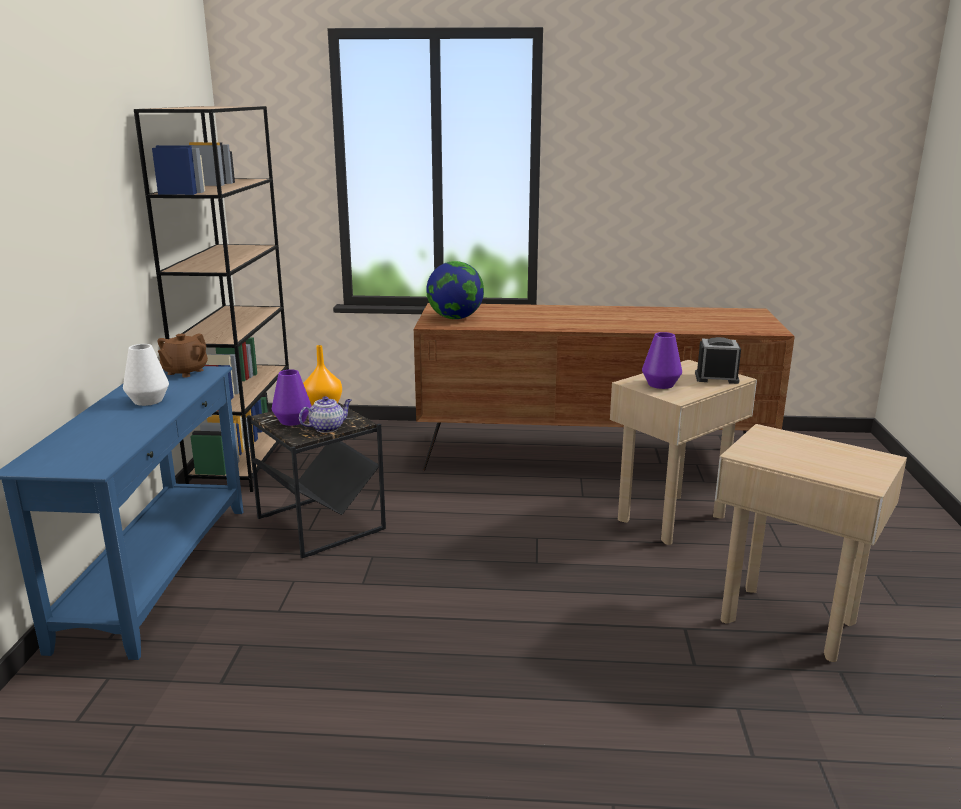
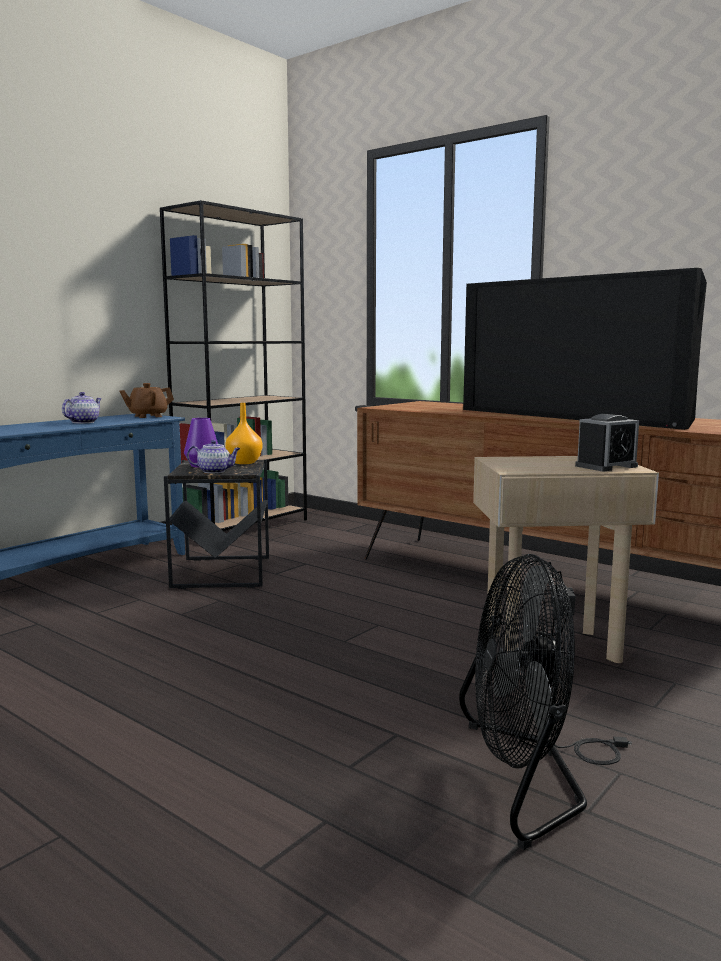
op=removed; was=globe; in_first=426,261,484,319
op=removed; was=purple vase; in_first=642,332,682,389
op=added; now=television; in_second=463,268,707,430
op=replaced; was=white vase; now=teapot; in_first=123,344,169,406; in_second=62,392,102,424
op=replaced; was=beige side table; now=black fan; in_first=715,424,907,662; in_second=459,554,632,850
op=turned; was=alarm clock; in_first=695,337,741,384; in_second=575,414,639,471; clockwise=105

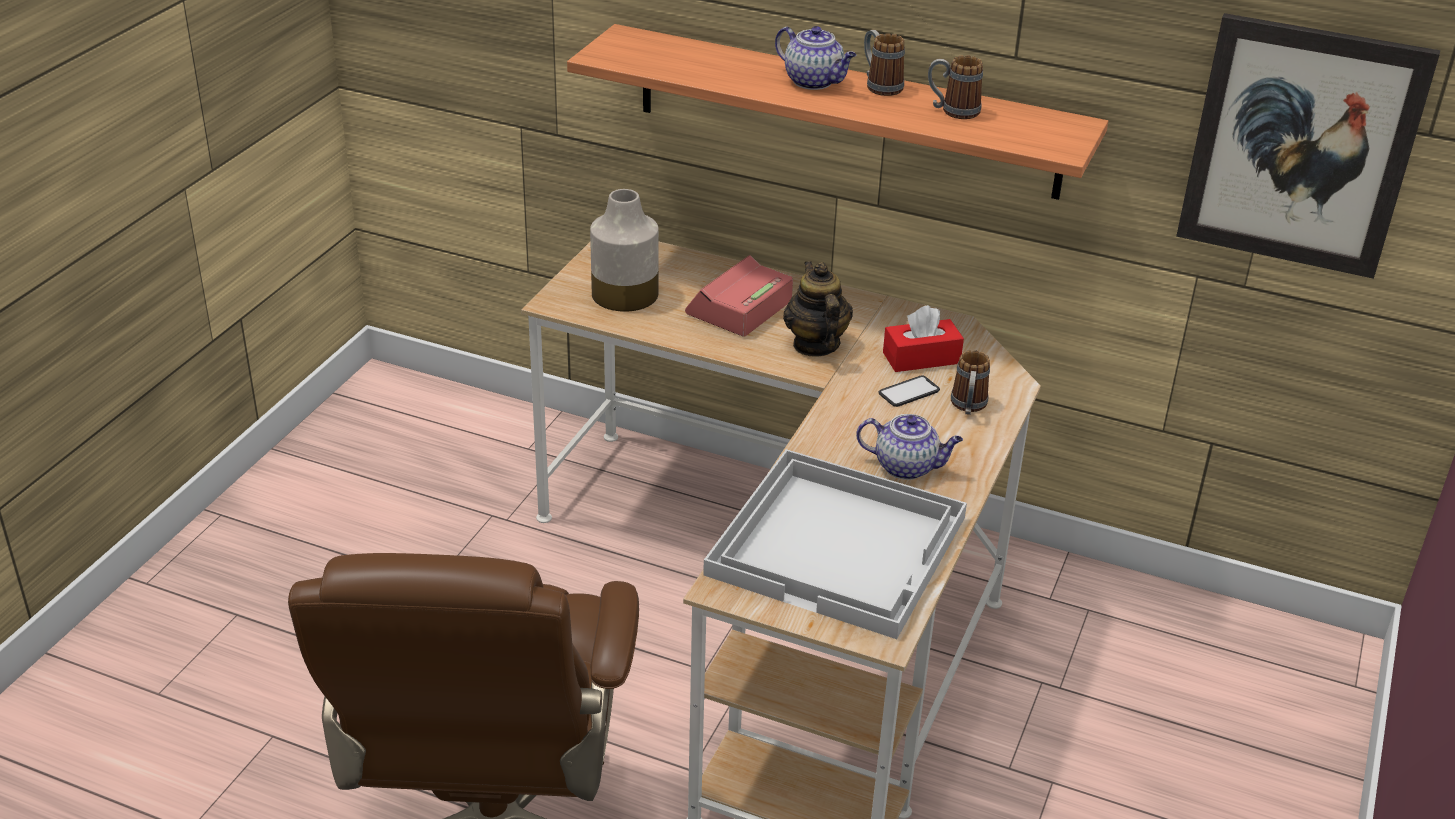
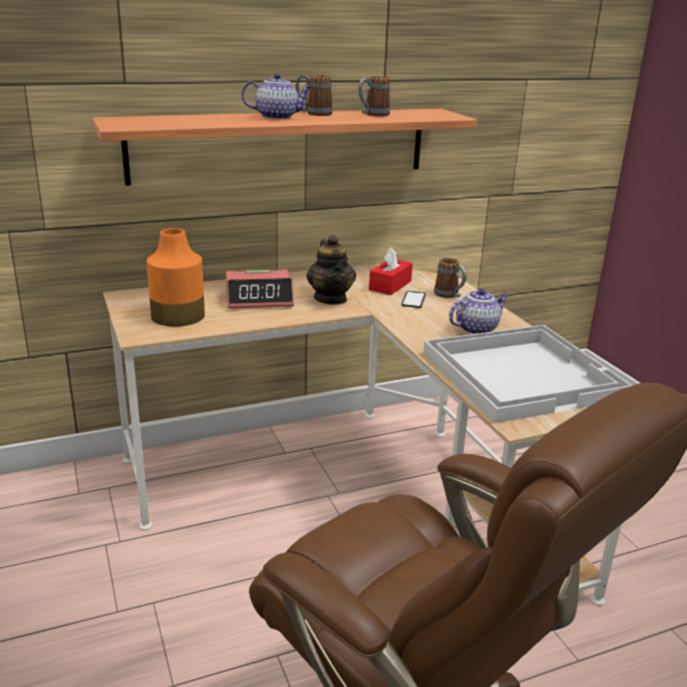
op=removed; was=picture; in_first=1176,13,1440,279
op=recoloured; was=beige vase; now=orange vase; in_first=590,189,659,312; in_second=147,228,205,326
op=turned; was=alarm clock; in_first=685,255,793,337; in_second=226,269,294,309; clockwise=-90
op=turned; was=teapot; in_first=783,261,853,357; in_second=306,235,356,305; clockwise=-135

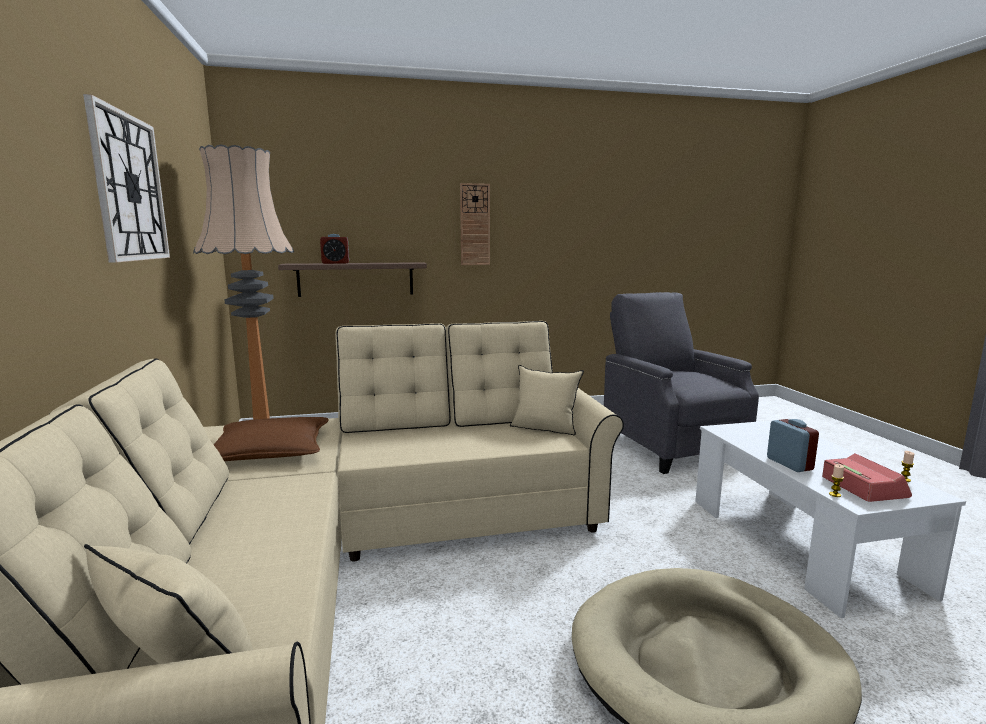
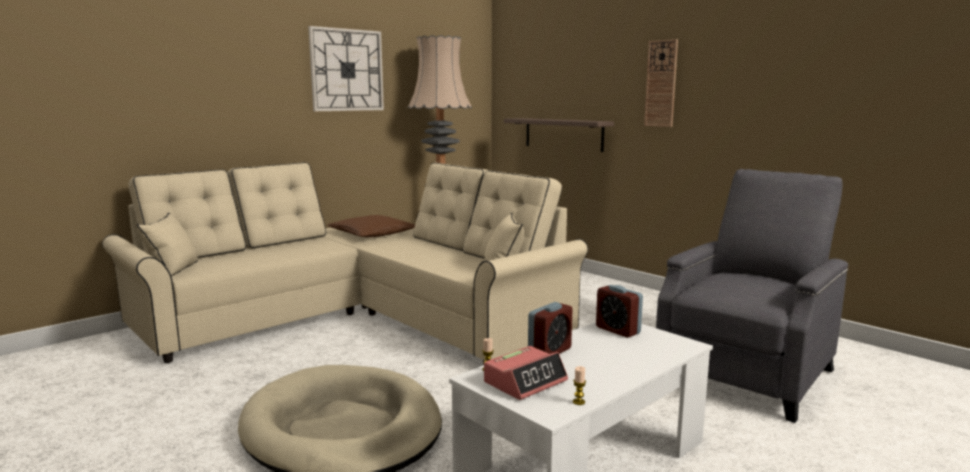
op=moved; was=alarm clock; in_first=320,234,349,264; in_second=596,285,643,338

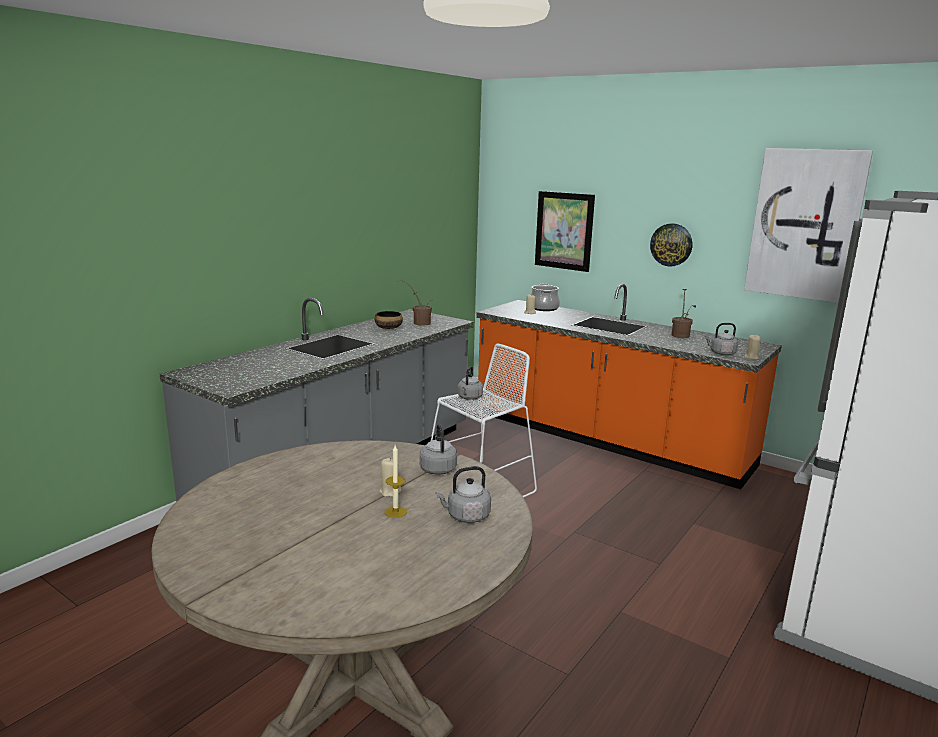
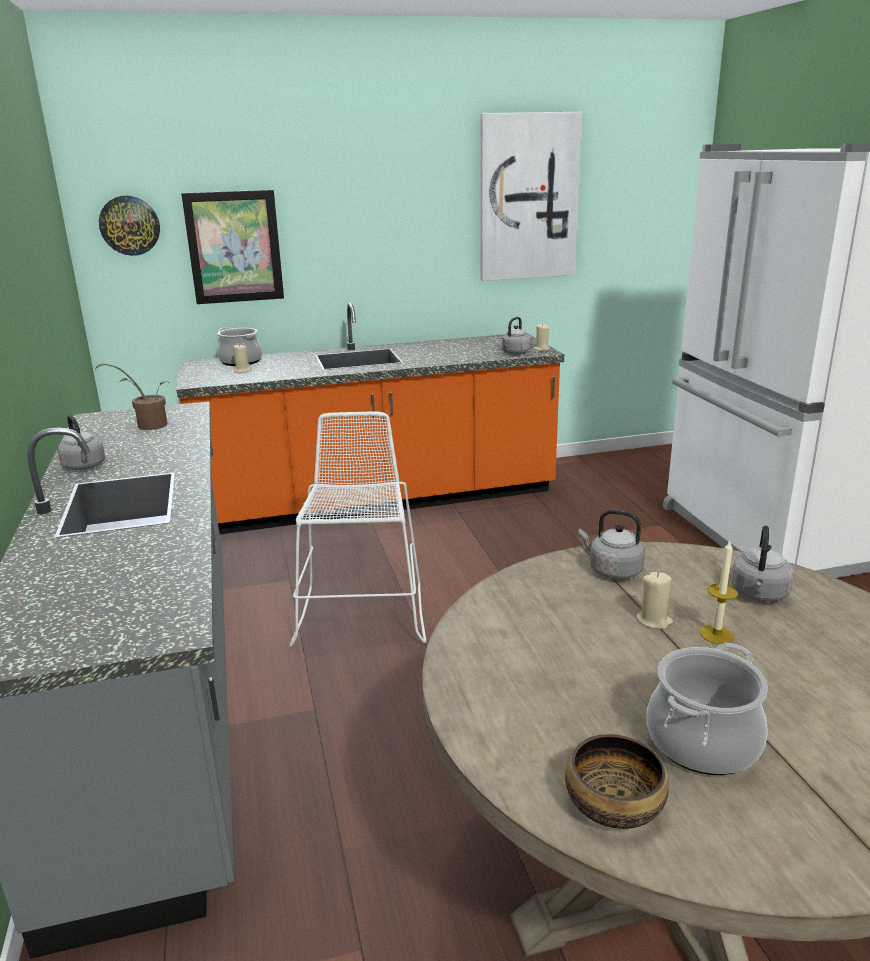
op=removed; was=potted plant; in_first=672,289,696,338
op=added; now=cooking pot; in_second=647,643,768,775
op=moved; was=bowl; in_first=375,311,403,329; in_second=565,734,669,829
op=moved; was=grey kettle; in_first=457,366,483,400; in_second=57,415,105,470
op=moved; was=wall clock; in_first=650,223,692,267; in_second=99,196,160,256

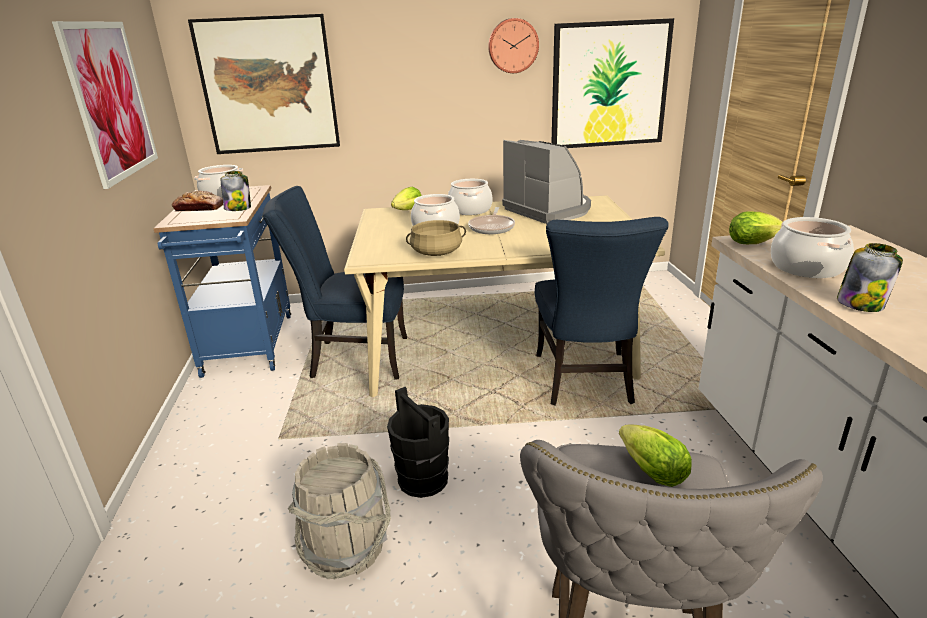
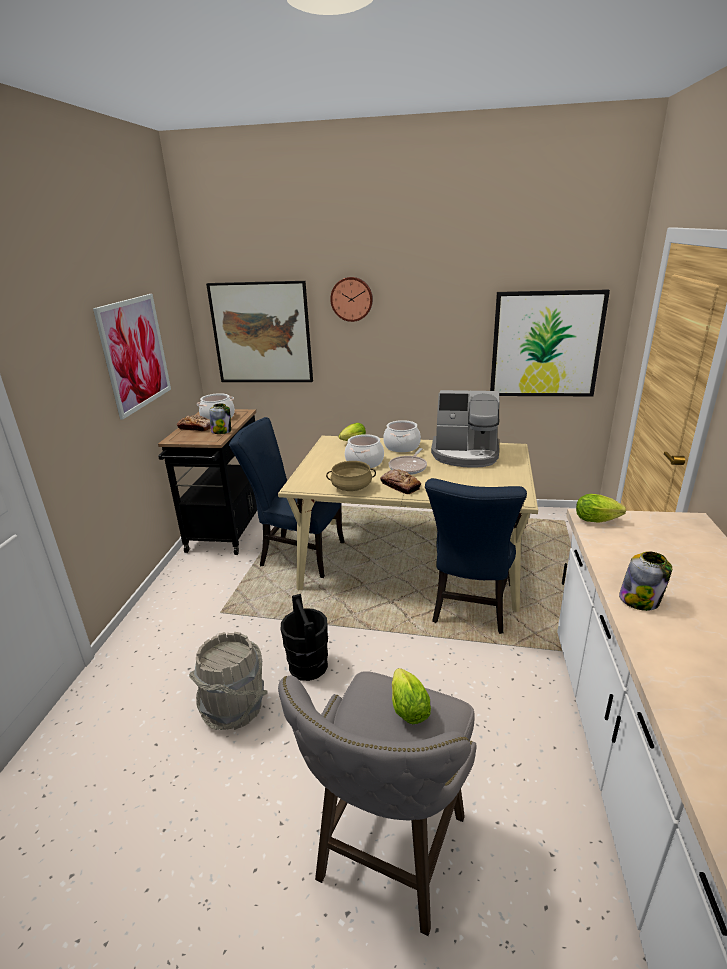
op=removed; was=cooking pot; in_first=771,217,854,278
op=added; now=bread; in_second=380,469,421,494
op=moved; was=wall clock; in_first=488,18,539,73; in_second=330,277,373,322
op=recoloured; was=blue cart; now=black cart; in_first=153,185,291,378; in_second=158,409,257,555
op=turned; was=coffee machine; in_first=502,140,591,224; in_second=431,390,500,468; clockwise=120

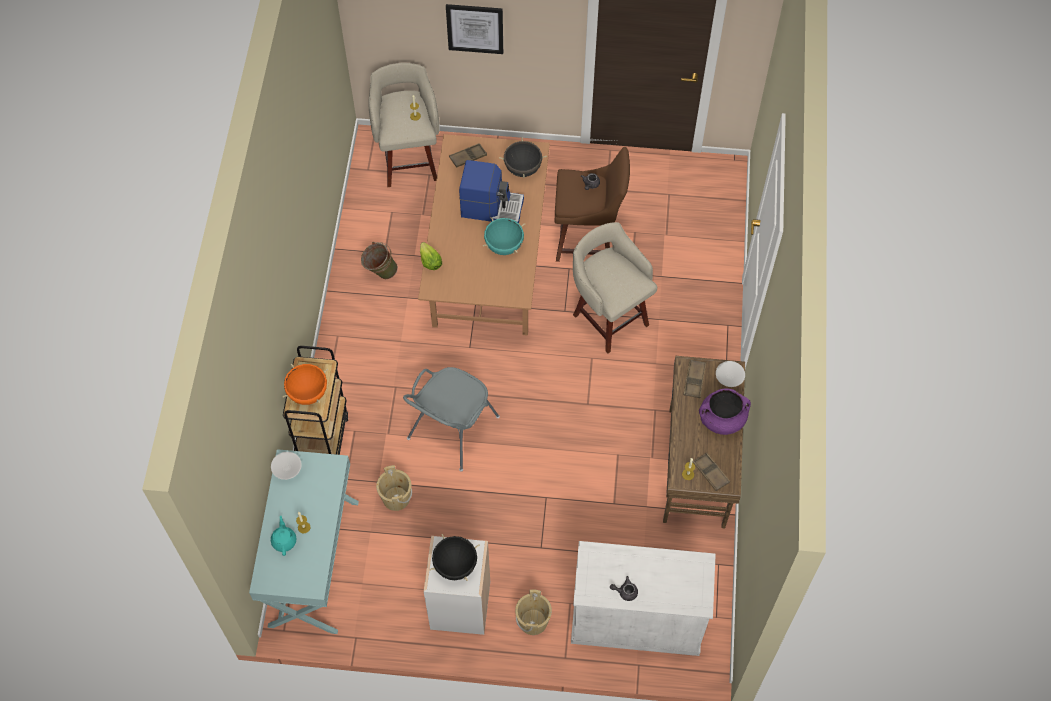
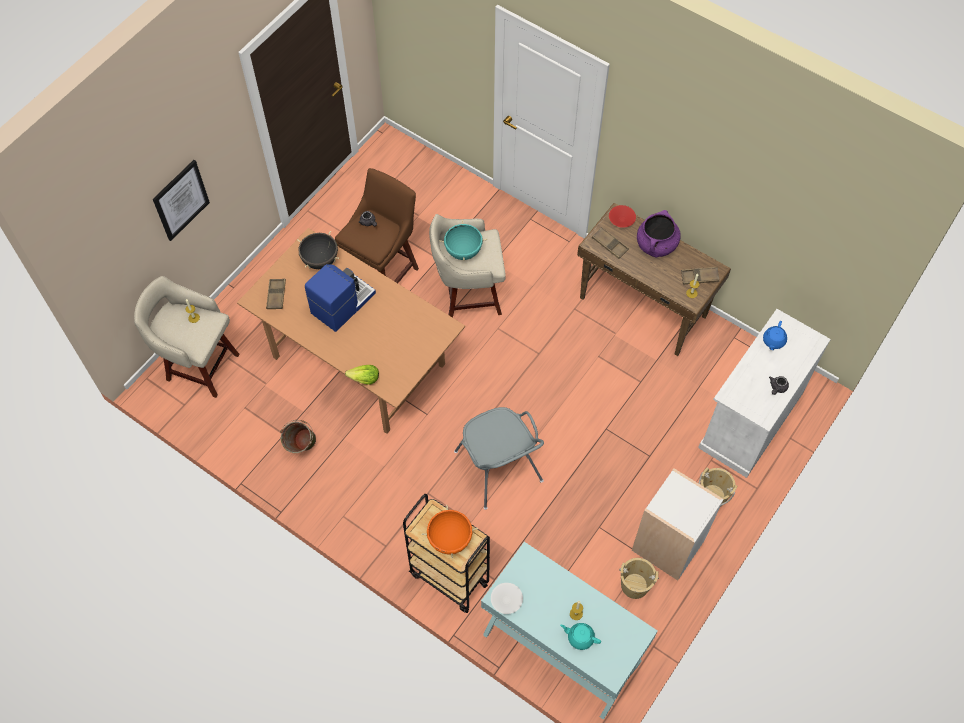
op=removed; was=black cooking pot; in_first=429,534,480,581
op=added; now=blue teapot; in_second=763,321,787,350
op=moved; was=beige bucket; in_first=376,465,412,511; in_second=619,558,659,599
op=moved; was=turquoise cooking pot; in_first=483,217,525,255; in_second=439,220,487,261
op=recoloured; was=white bowl; now=red bowl; in_first=716,361,745,387; in_second=609,205,636,228

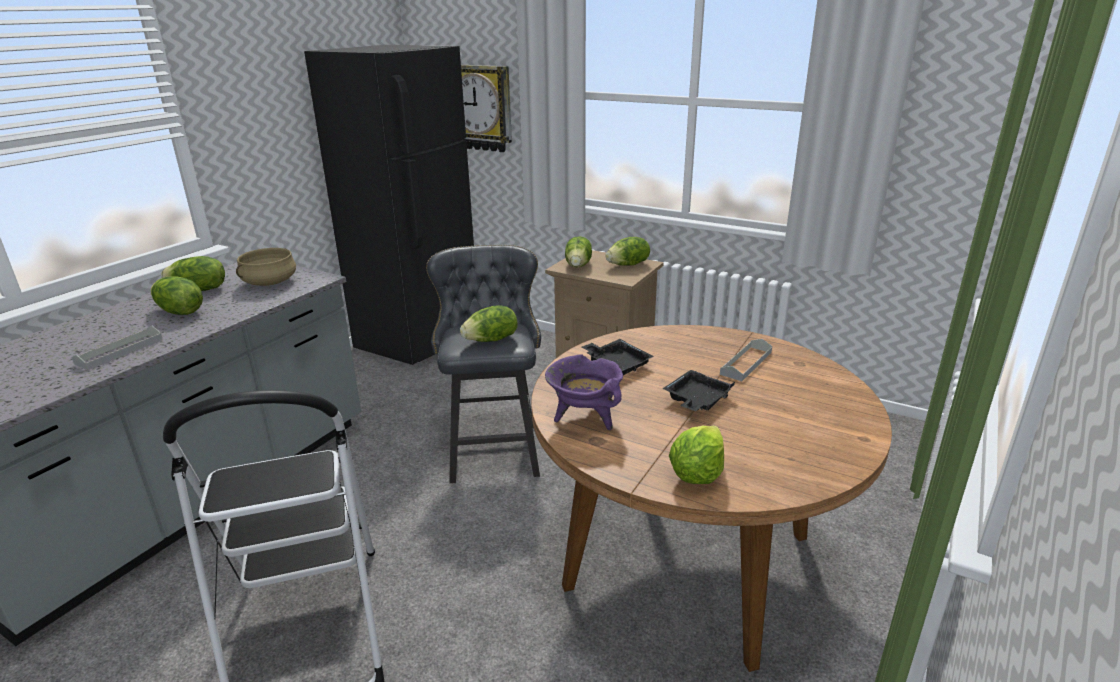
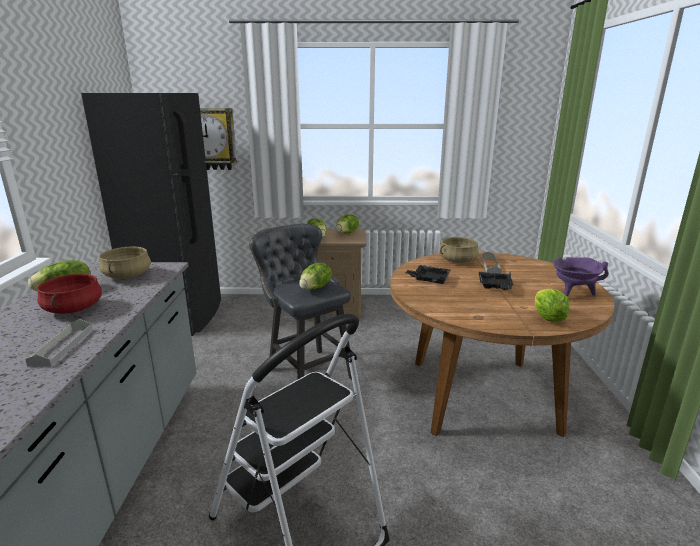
op=added; now=beige cooking pot; in_second=439,237,479,263
op=moved; was=purple cooking pot; in_first=545,354,623,430; in_second=553,257,609,297
op=replaced; was=lettuce; now=red cooking pot; in_first=151,276,203,315; in_second=37,274,102,314

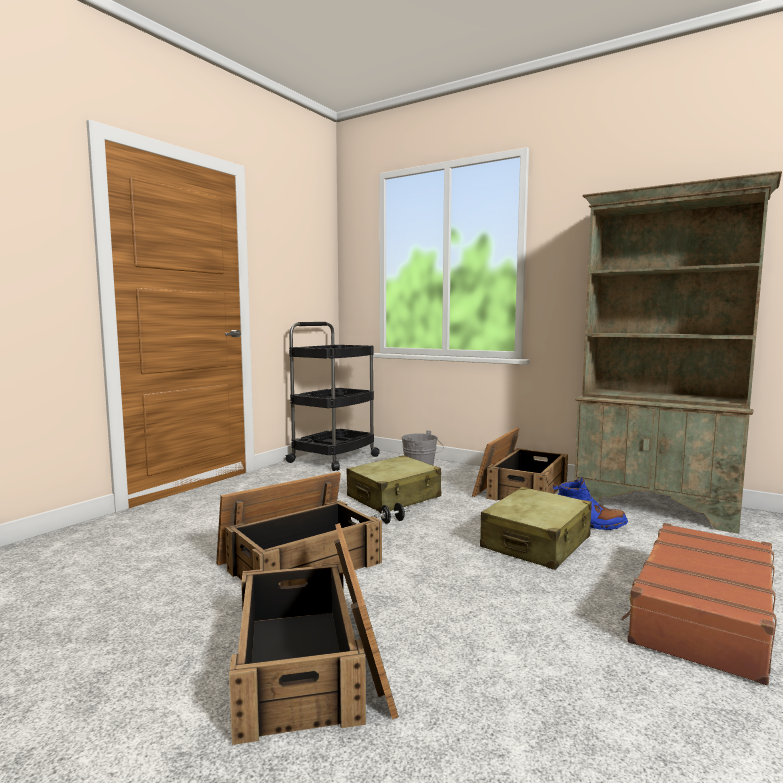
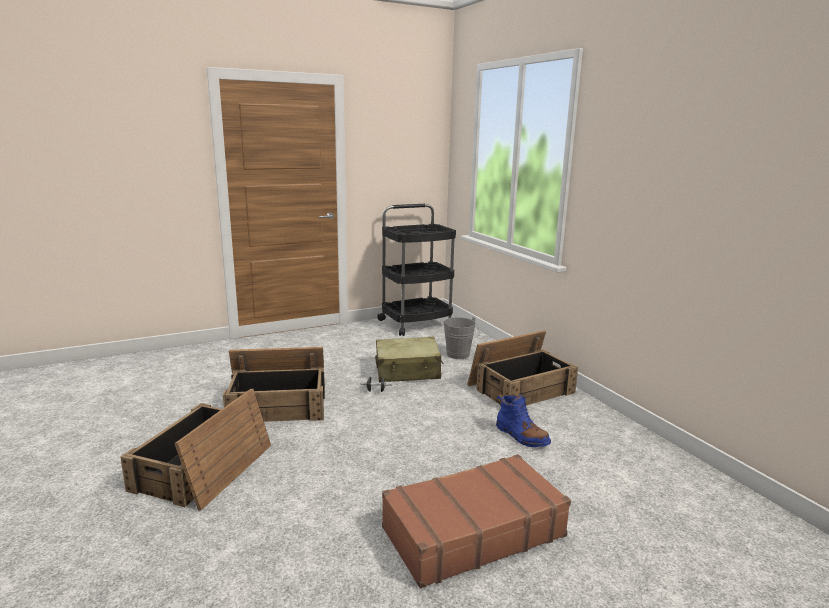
op=removed; was=beige suitcase; in_first=480,487,592,570
op=removed; was=green bookcase; in_first=574,171,782,534

